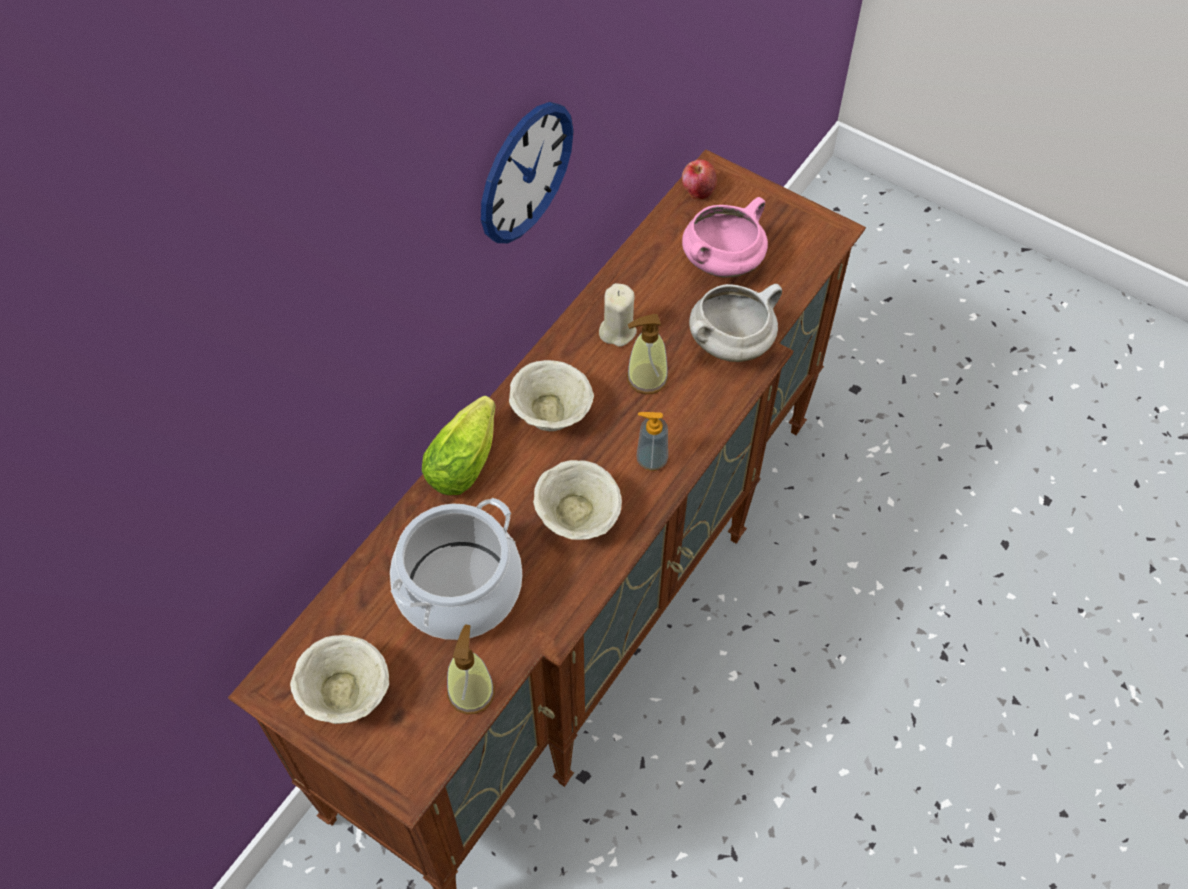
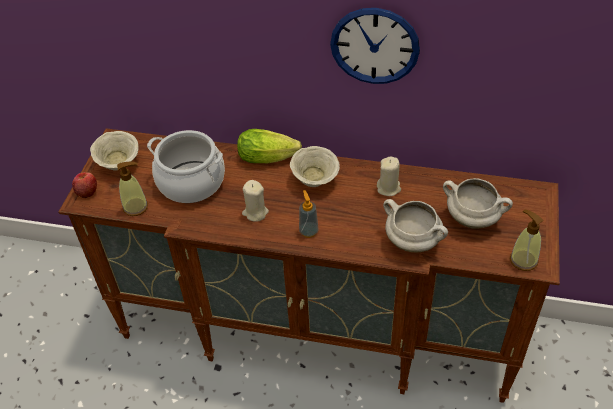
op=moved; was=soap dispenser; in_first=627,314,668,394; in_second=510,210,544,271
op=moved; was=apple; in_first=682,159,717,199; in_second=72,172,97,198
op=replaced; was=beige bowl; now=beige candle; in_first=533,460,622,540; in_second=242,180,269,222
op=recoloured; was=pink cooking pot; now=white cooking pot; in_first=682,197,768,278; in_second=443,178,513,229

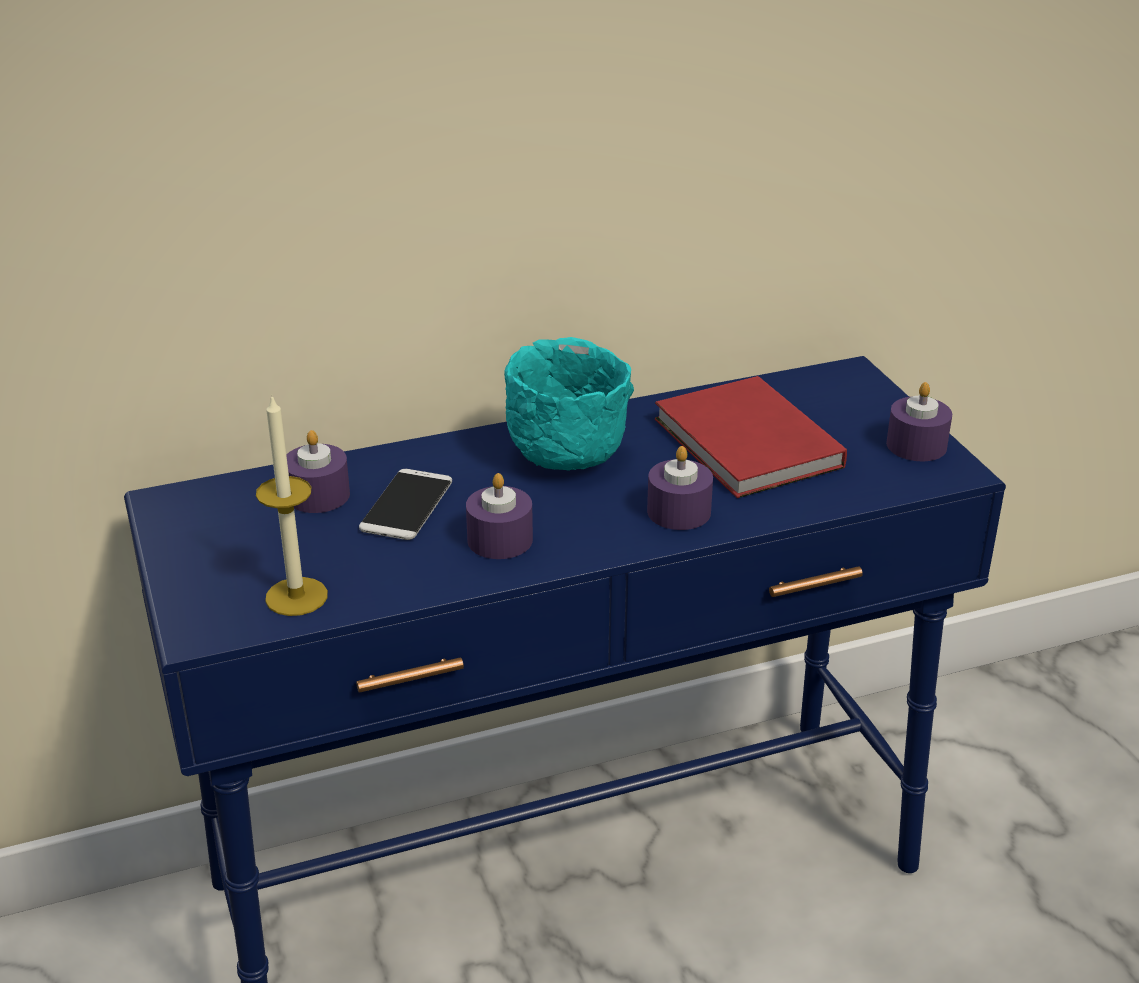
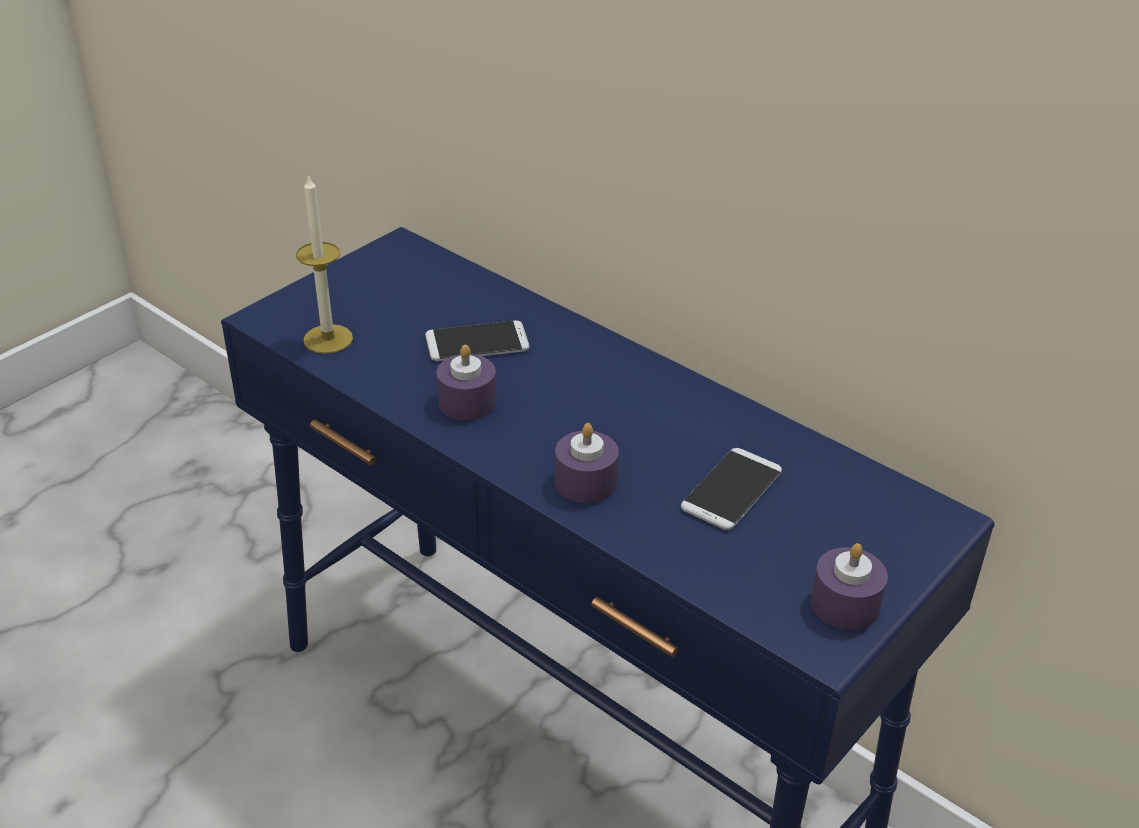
op=removed; was=purple candle; in_first=286,430,350,513
op=removed; was=turquoise bowl; in_first=504,337,634,471
op=replaced; was=red book; now=phone; in_first=655,376,847,498; in_second=681,448,782,530

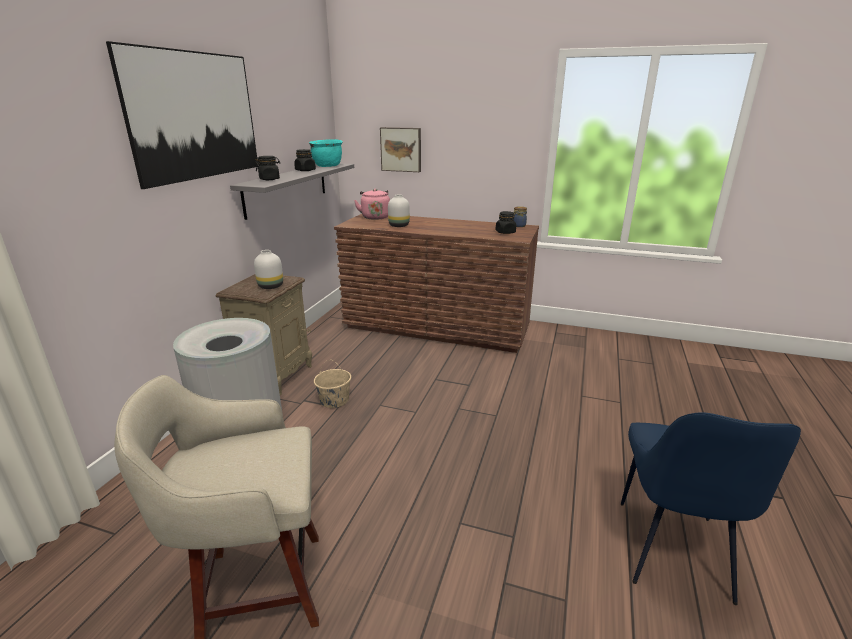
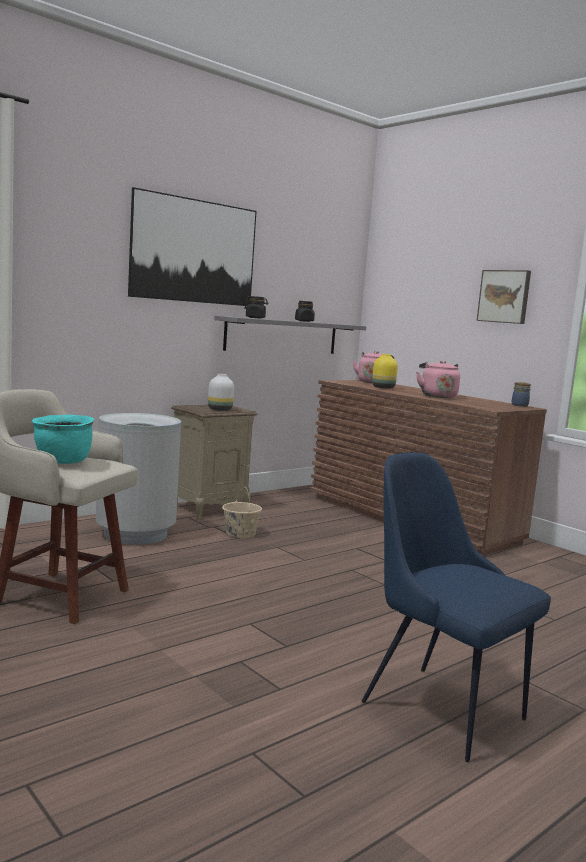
op=removed; was=black jar; in_first=496,211,516,234
op=added; now=pink kettle; in_second=416,361,460,398
op=moved; was=turquoise cooking pot; in_first=309,139,343,167; in_second=32,415,94,464
op=moved; was=picture; in_first=380,127,421,172; in_second=477,270,531,324
op=recoloured; was=white vase; now=yellow vase; in_first=388,195,410,227; in_second=372,354,398,389
op=turned; was=blue chair; in_first=621,412,801,605; in_second=362,452,551,762; clockwise=90

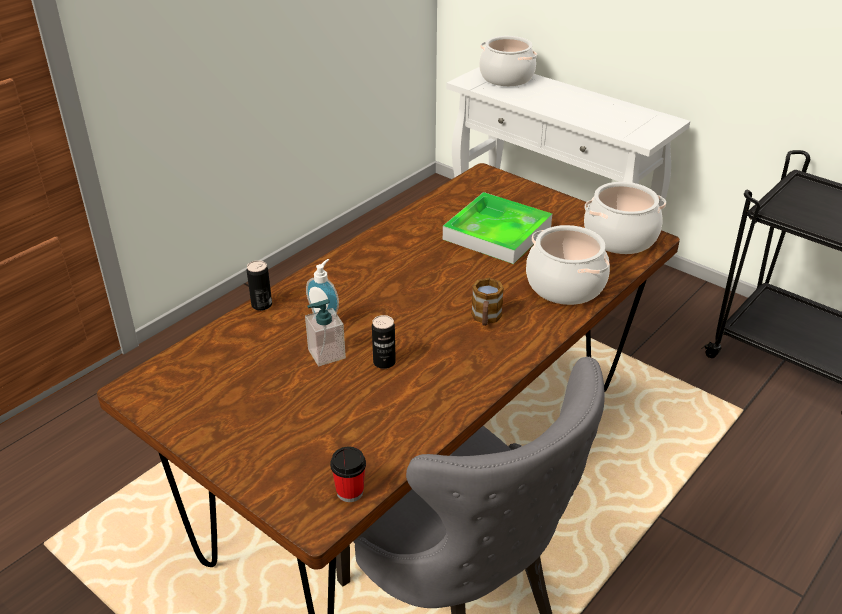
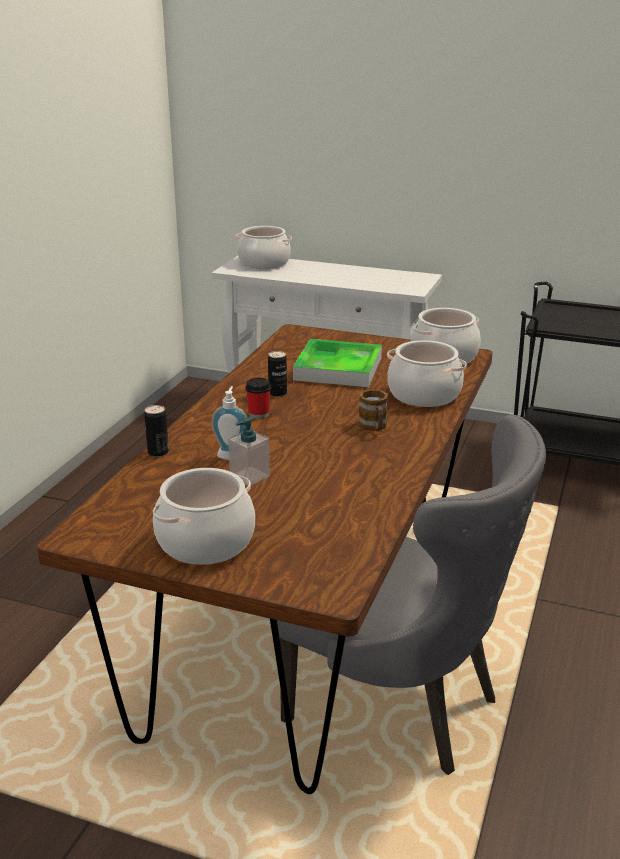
op=added; now=cooking pot; in_second=153,468,255,565
op=moved; was=cup; in_first=330,447,366,502; in_second=245,377,271,419
op=moved; was=can; in_first=372,315,396,369; in_second=268,351,287,397

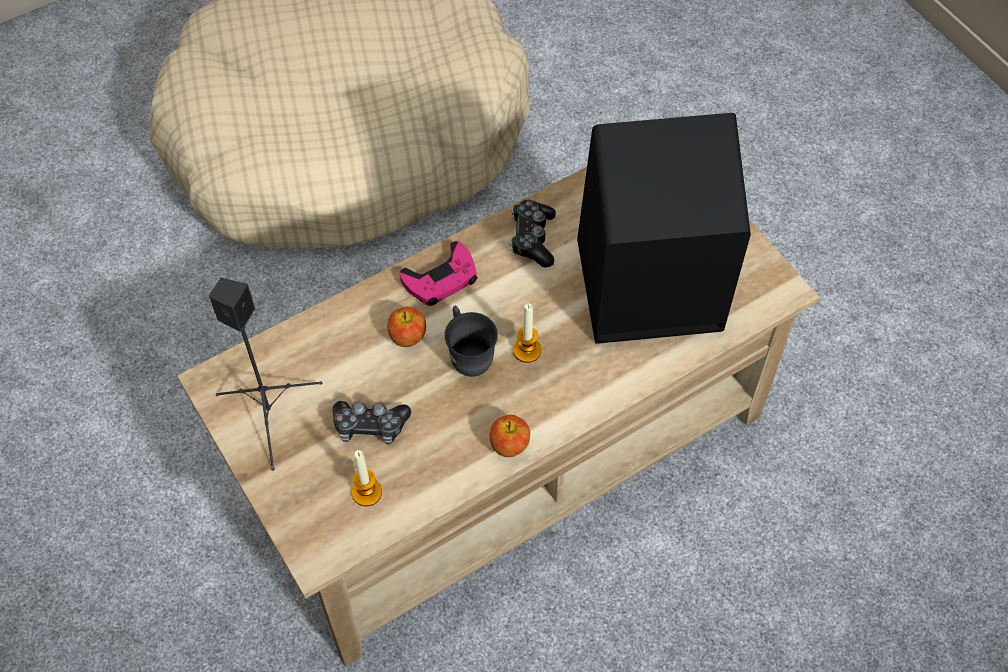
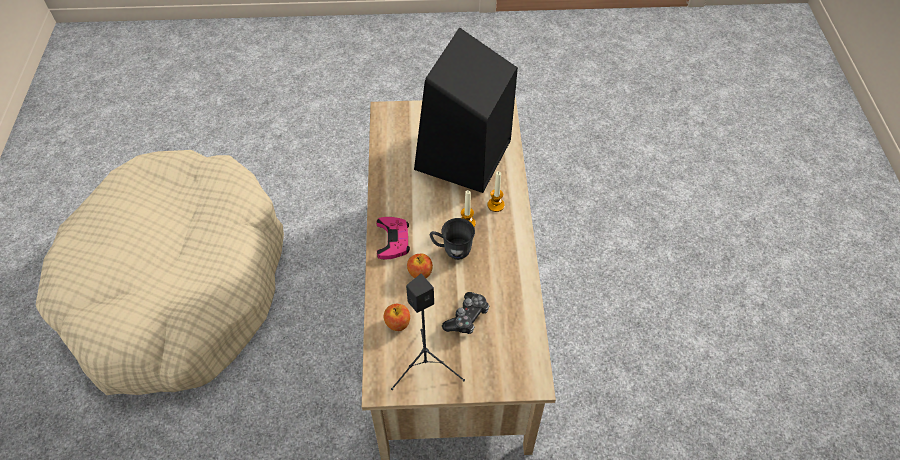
op=removed; was=game controller; in_first=510,200,556,267
op=moved; was=candle; in_first=352,450,382,506; in_second=487,171,505,212
op=moved; was=apple; in_first=490,415,530,457; in_second=384,304,410,331

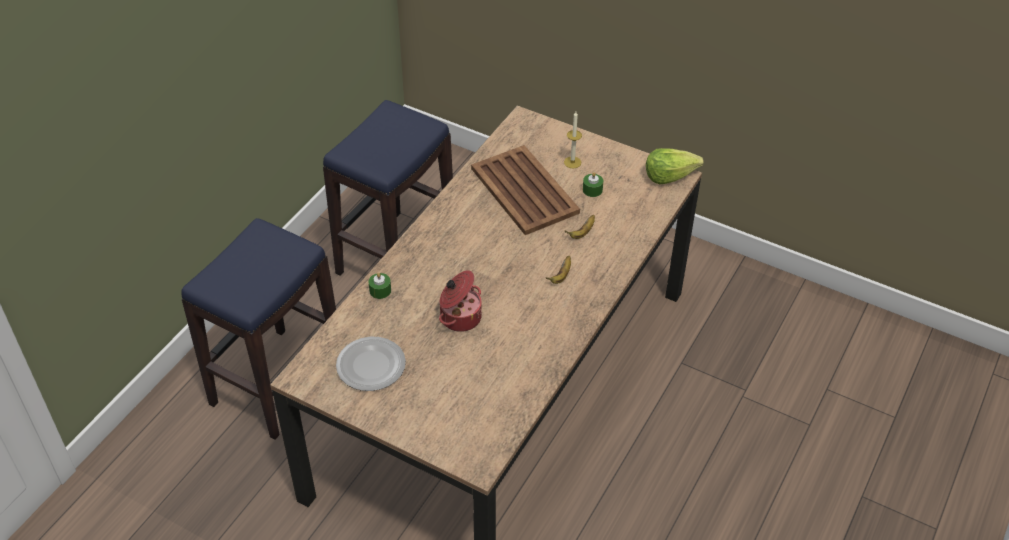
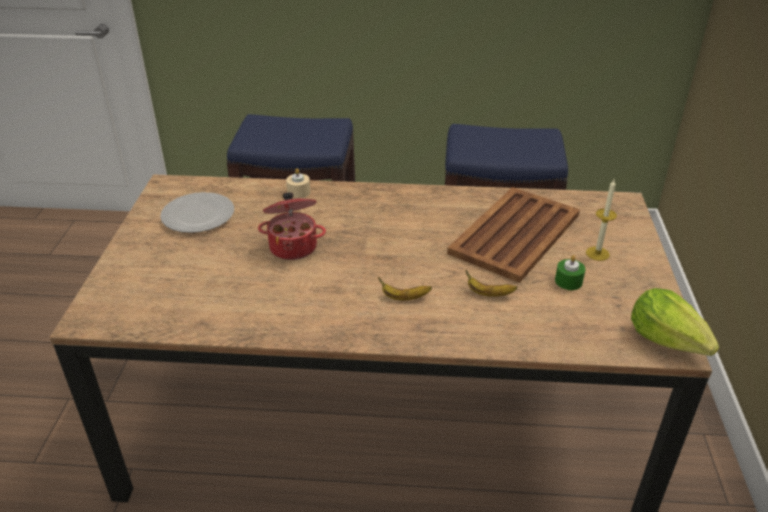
op=recoloured; was=green candle; now=beige candle; in_first=368,273,391,299; in_second=286,168,310,199

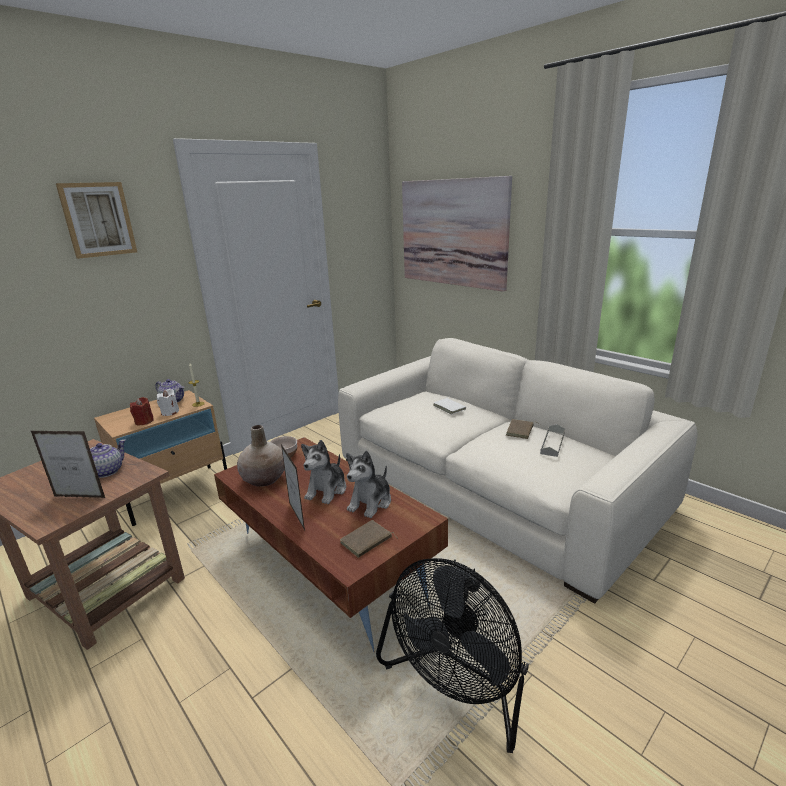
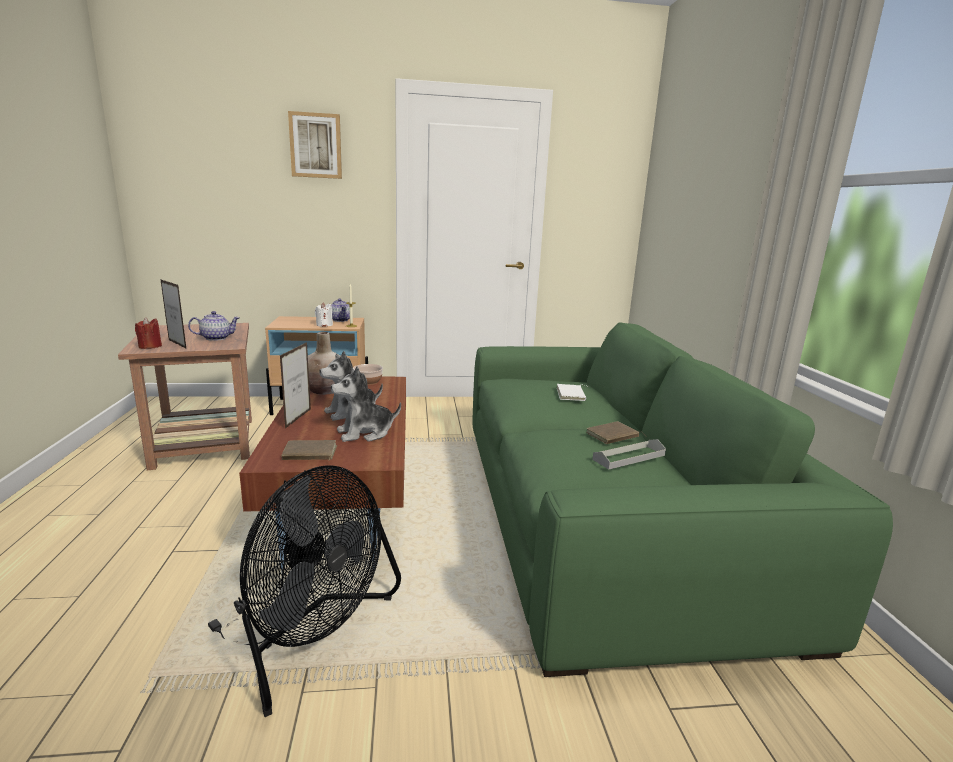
op=removed; was=picture; in_first=402,176,512,292
op=moved; was=red candle; in_first=130,397,154,425; in_second=135,317,162,349
op=recoloured; was=white sofa; now=green sofa; in_first=338,338,698,604; in_second=472,322,893,677
op=turned; was=black fan; in_first=376,558,529,753; in_second=208,465,401,717; clockwise=-135

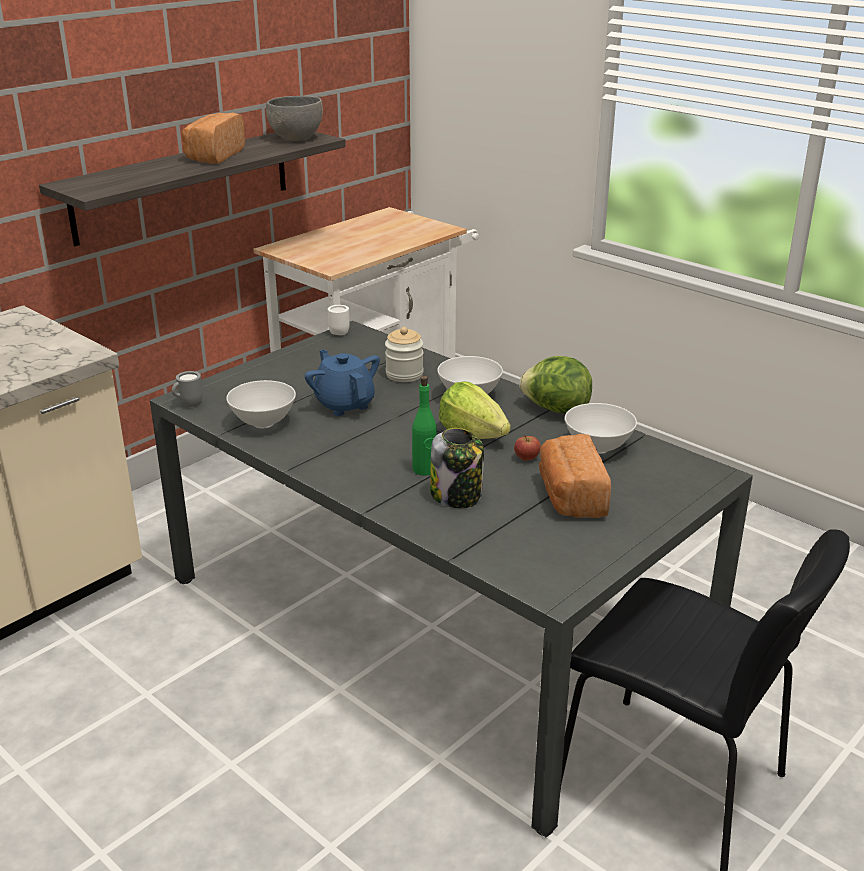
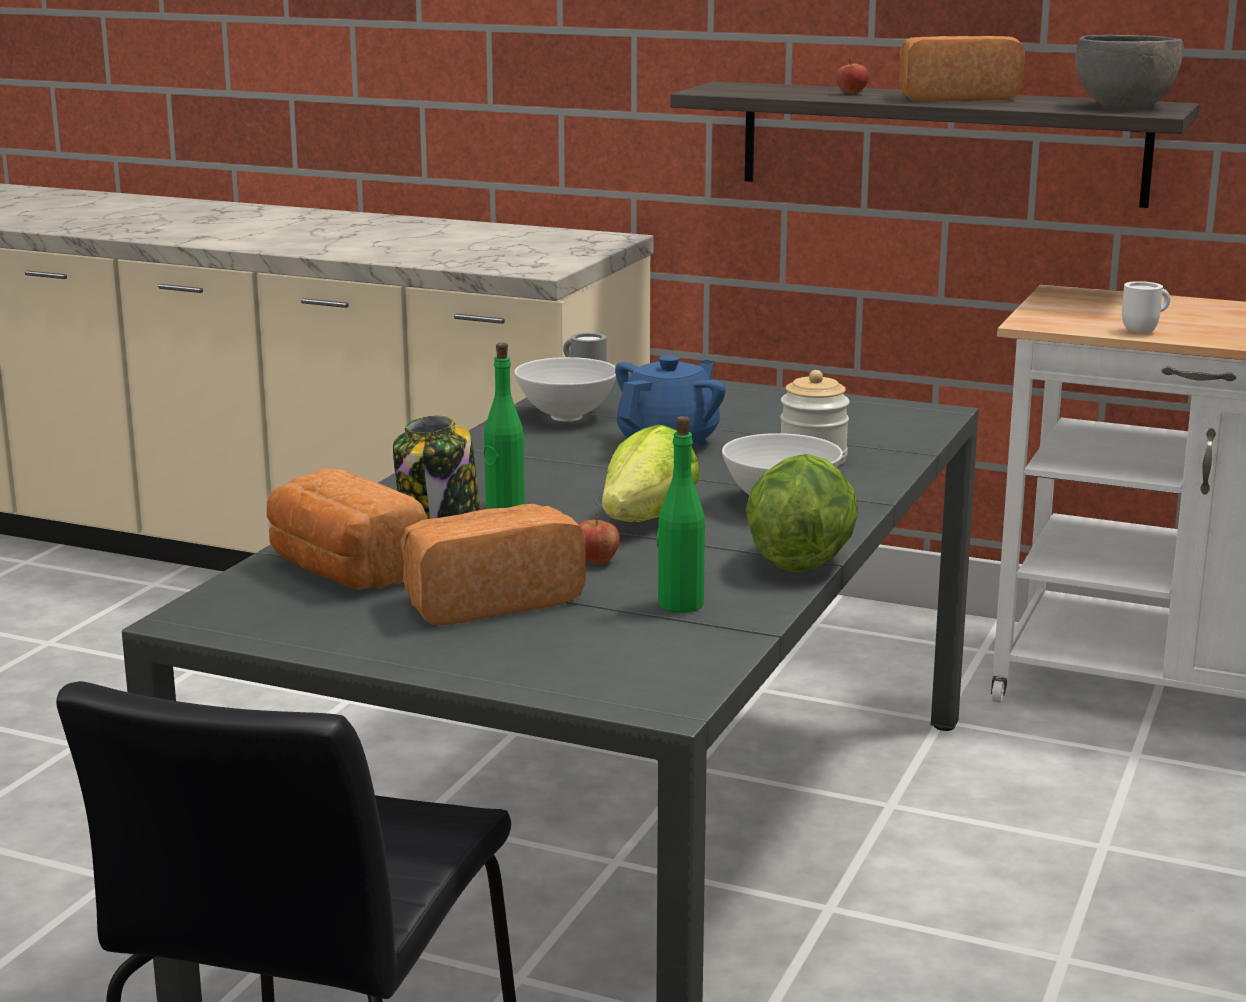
op=added; now=bread; in_second=267,468,427,589
op=added; now=apple; in_second=836,59,869,94
op=moved; was=white mug; in_first=328,305,350,335; in_second=1122,281,1170,334
op=replaced; was=white bowl; now=green bottle; in_first=565,403,637,454; in_second=657,416,705,613

